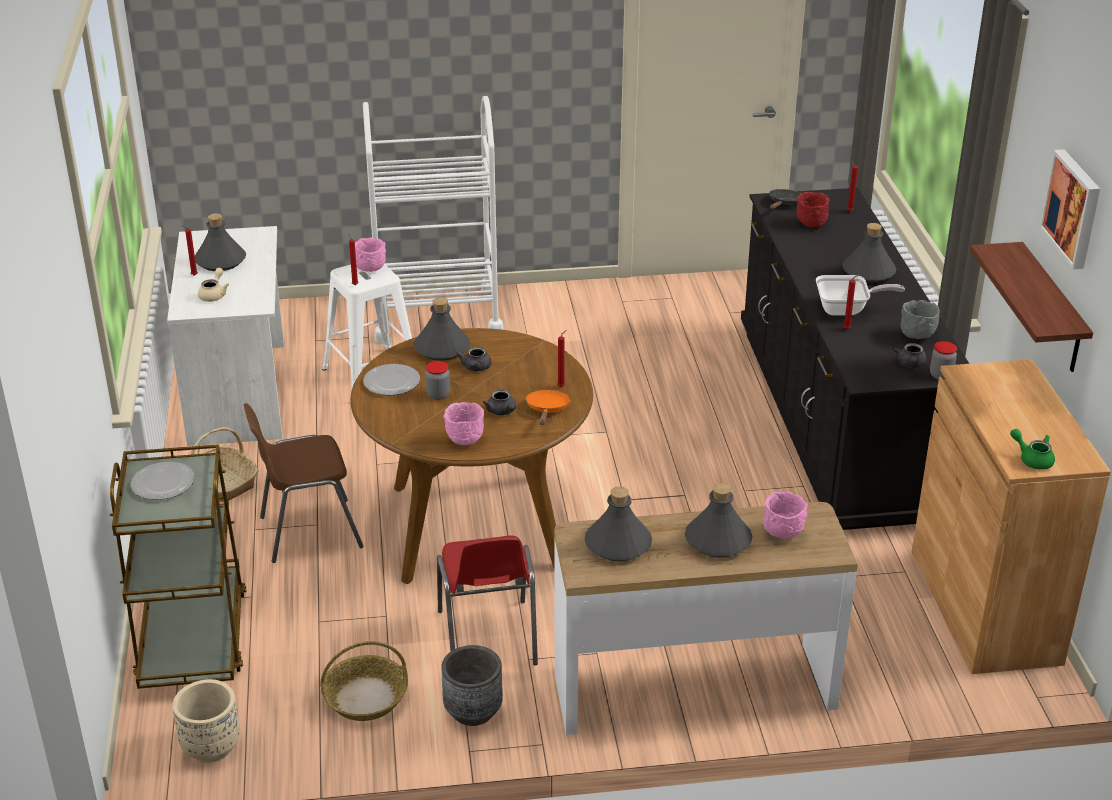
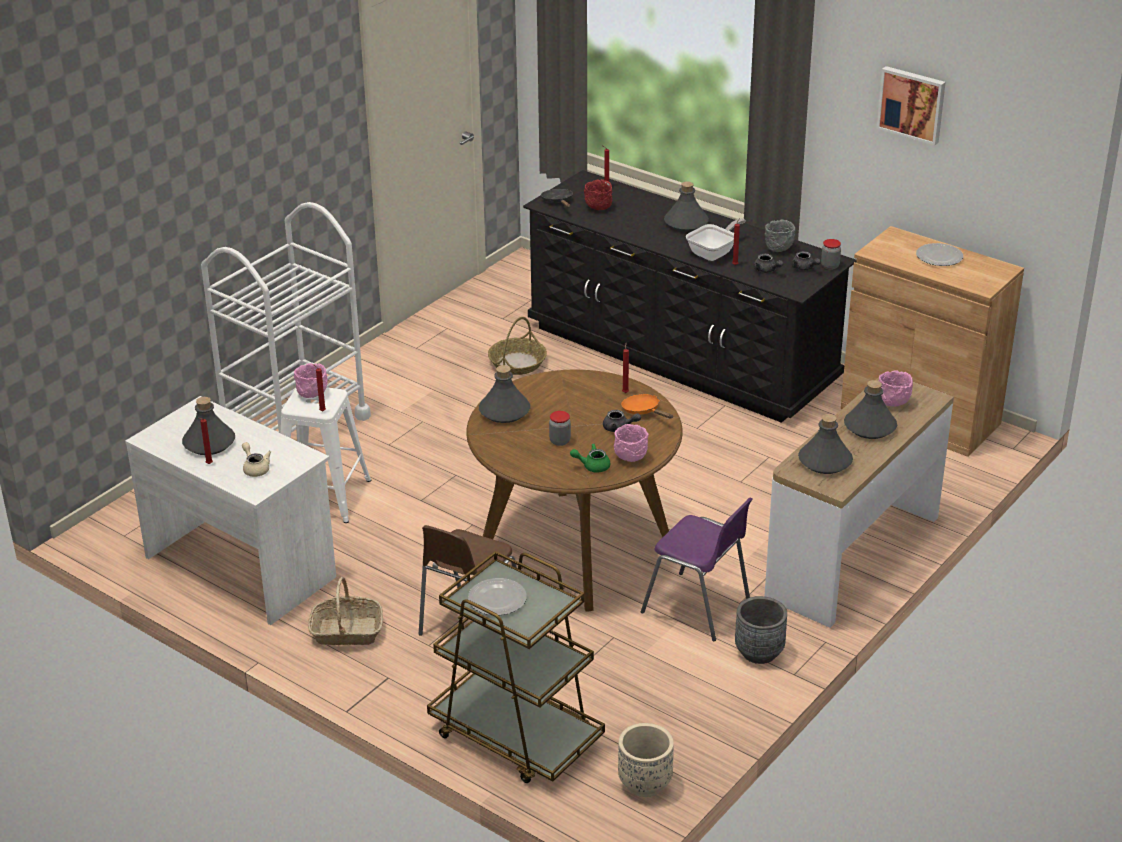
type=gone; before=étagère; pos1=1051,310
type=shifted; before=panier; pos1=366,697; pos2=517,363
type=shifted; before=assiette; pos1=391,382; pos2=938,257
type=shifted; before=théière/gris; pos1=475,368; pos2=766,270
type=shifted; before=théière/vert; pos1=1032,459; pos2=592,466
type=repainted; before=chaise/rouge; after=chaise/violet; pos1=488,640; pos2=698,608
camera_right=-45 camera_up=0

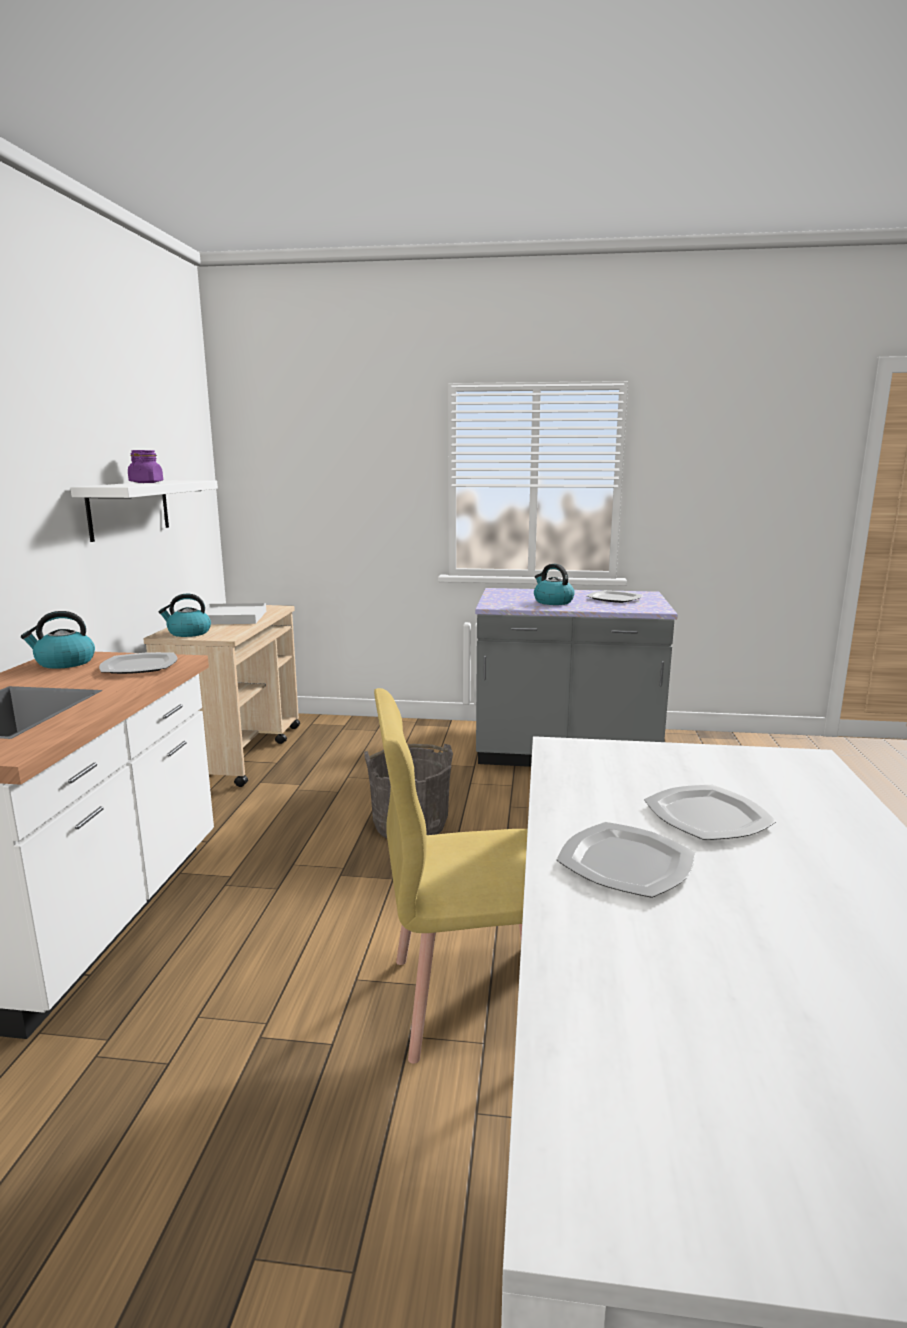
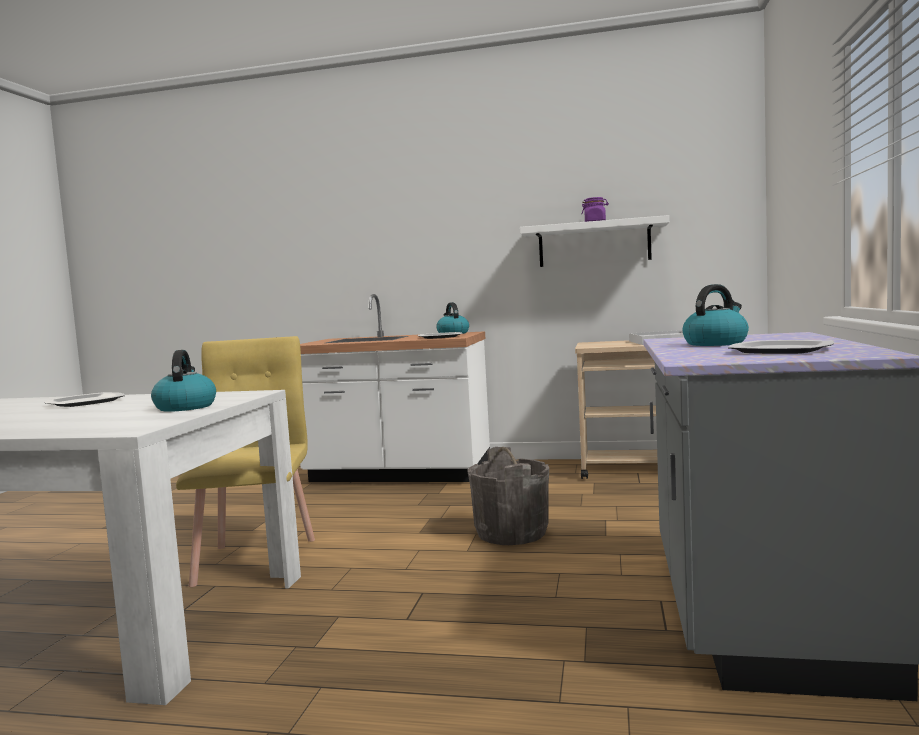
type=gone; before=assiette; pos1=706,816
type=shifted; before=bouilloire; pos1=188,633; pos2=185,407
camera_right=95 camera_up=-10

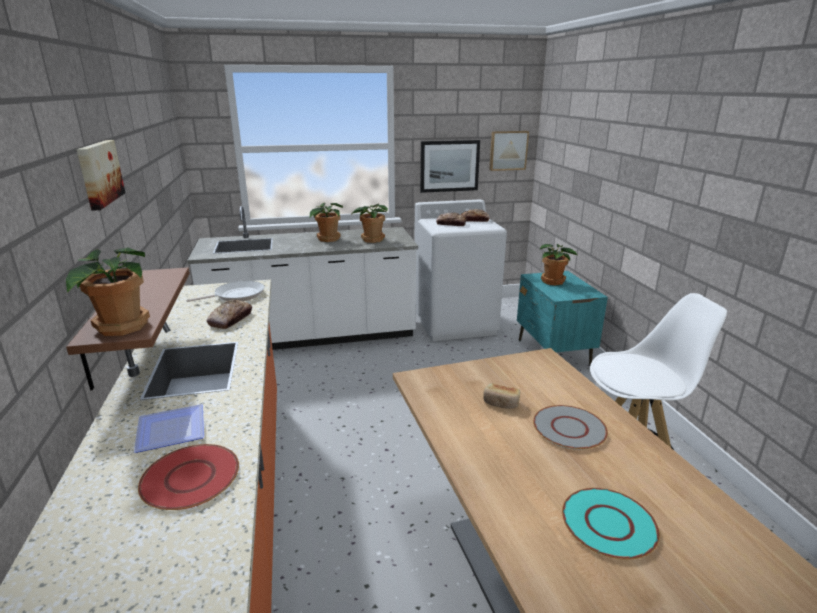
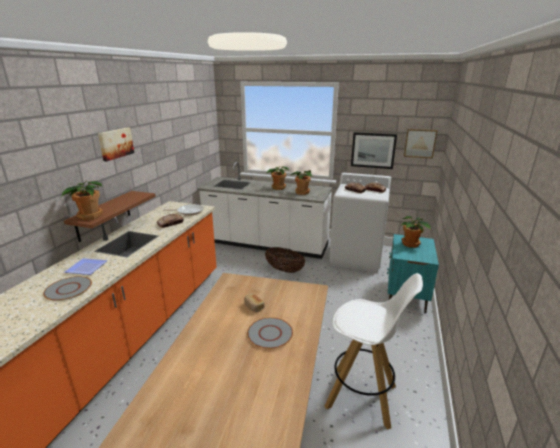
type=gone; before=assiette/turquoise; pos1=608,524
type=new; after=panier; pos2=284,270
type=repainted; before=assiette/rouge; after=assiette/gris; pos1=191,478; pos2=68,289
camera_right=30 camera_up=0

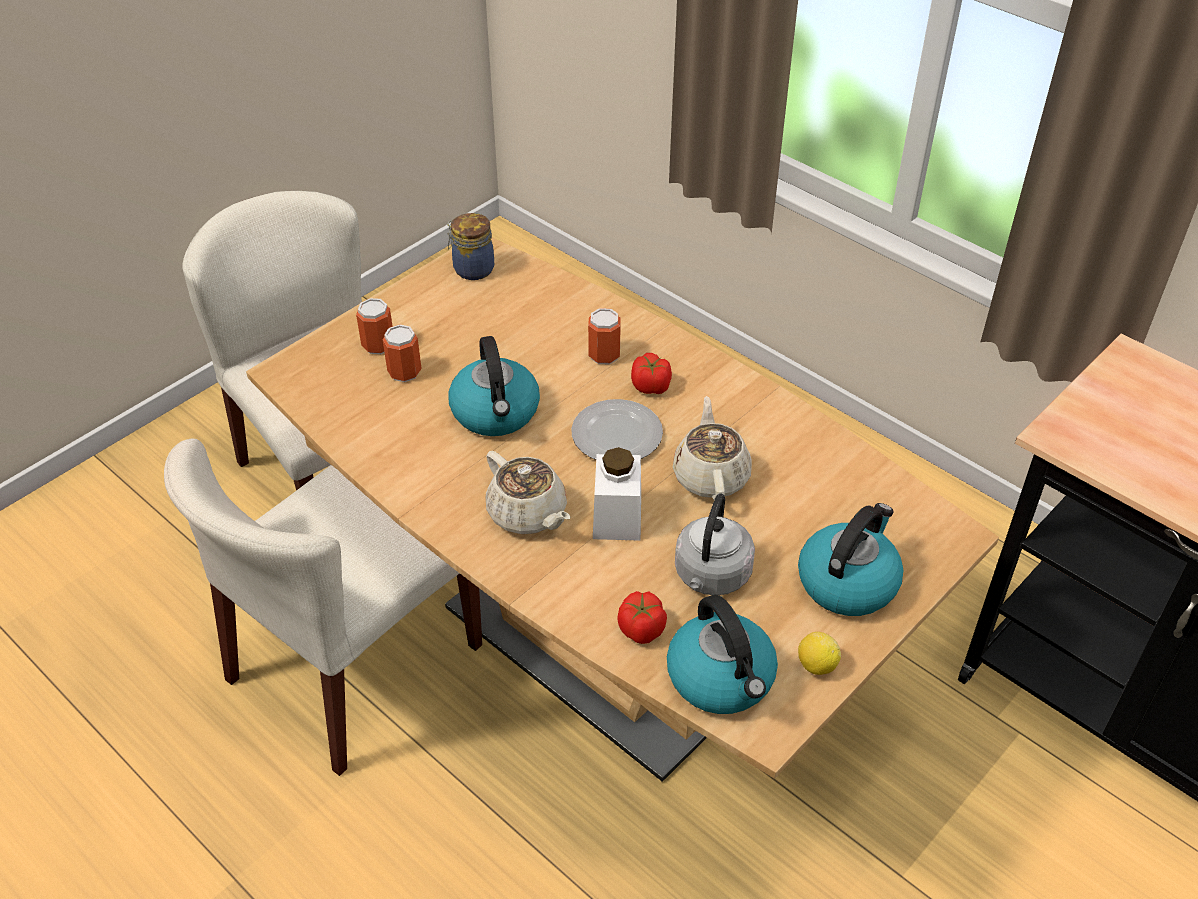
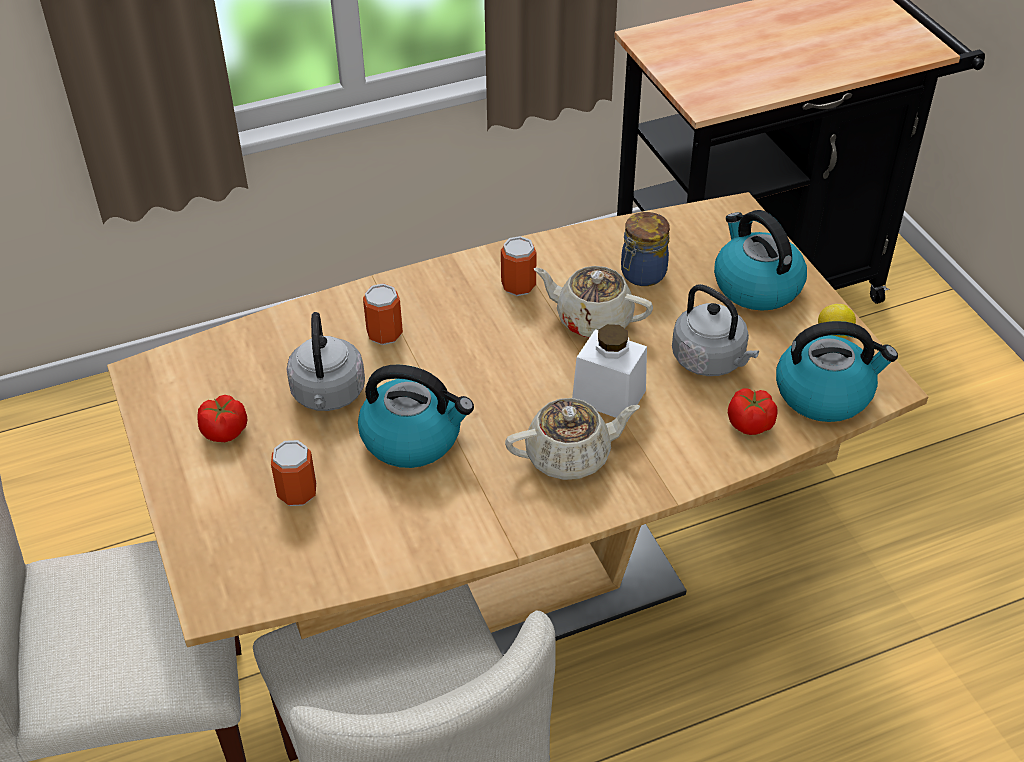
type=gone; before=assiette; pos1=616,436
type=new; after=bouilloire/gris; pos2=328,395
type=shifted; before=boîte métallique; pos1=378,345; pos2=518,286
type=shifted; before=bocal; pos1=472,269; pos2=641,274
type=shifted; before=tomate; pos1=651,386; pos2=225,431
camera_right=-65 camera_up=0

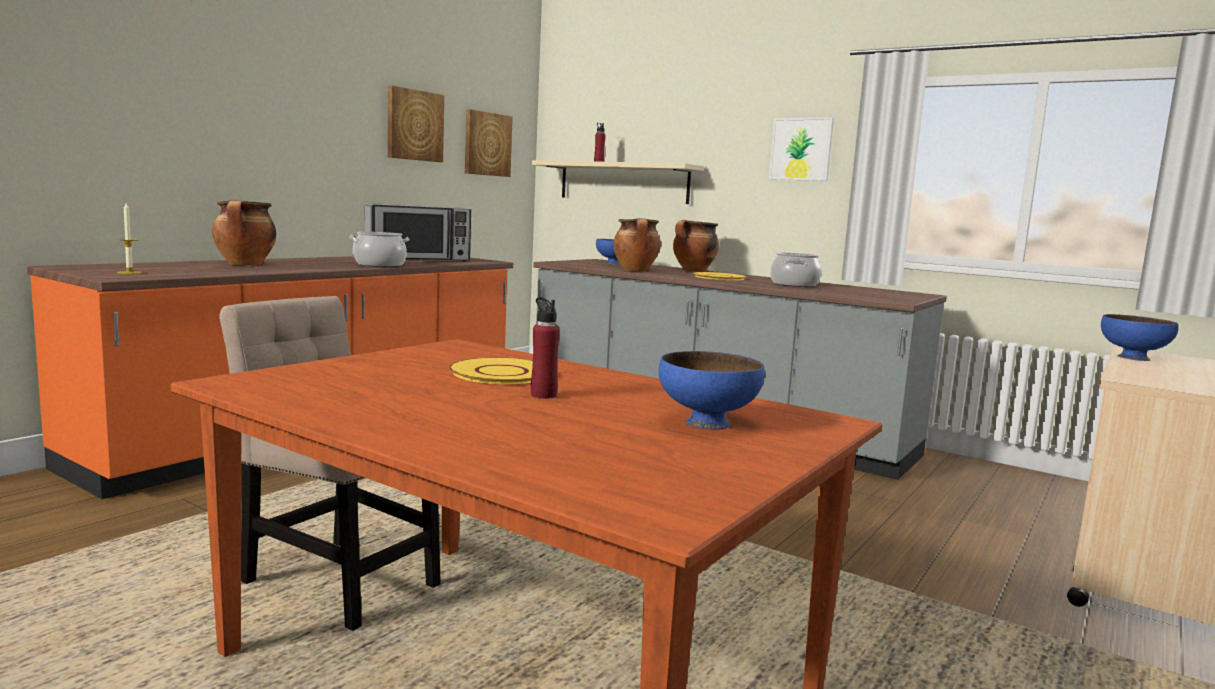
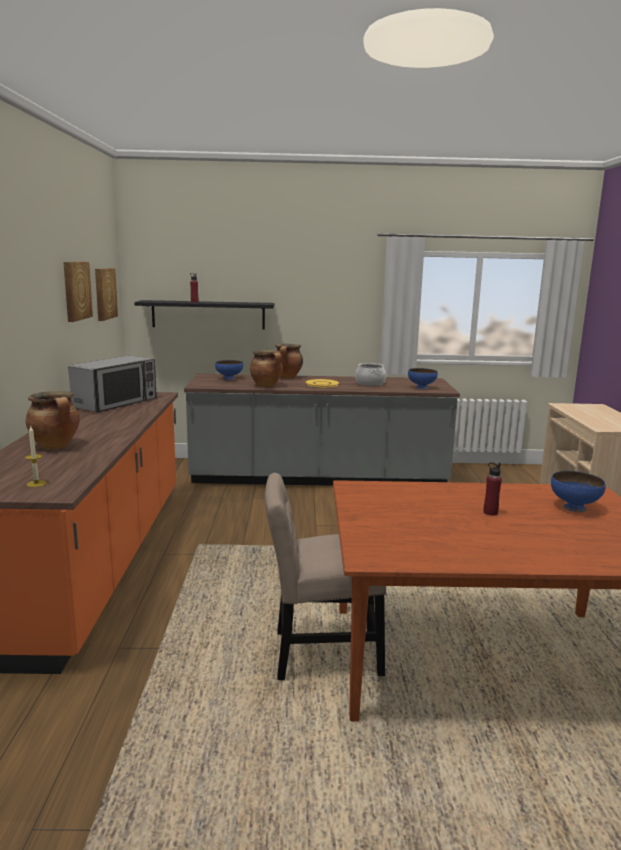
type=gone; before=marmite; pos1=379,265
type=gone; before=assiette/jaune; pos1=501,373
type=gone; before=tableau; pos1=801,149
type=shifted; before=bol/bleu; pos1=1132,358; pos2=421,388
type=repainted; before=étagère/beige; after=étagère/noir; pos1=623,182; pos2=208,314
camera_right=-35 camera_up=5

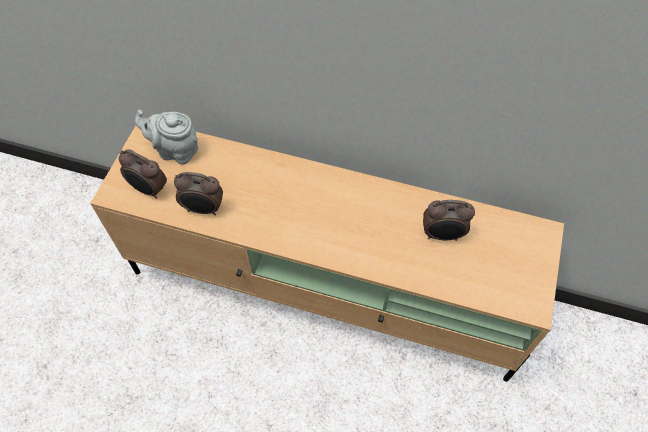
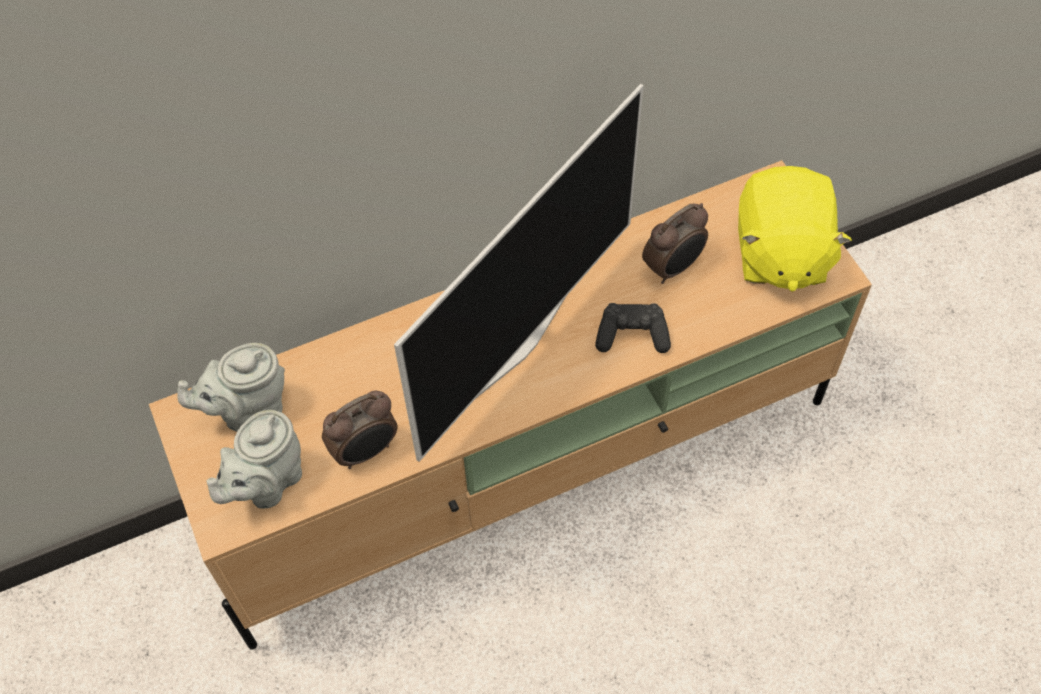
type=new; after=téléviseur; pos2=517,343
type=new; after=manette/noir; pos2=632,335
type=new; after=peluche/jaune; pos2=780,253
type=swapped; before=réveil; after=théière/gris; pos1=149,190; pos2=267,483
camera_right=-40 camera_up=0

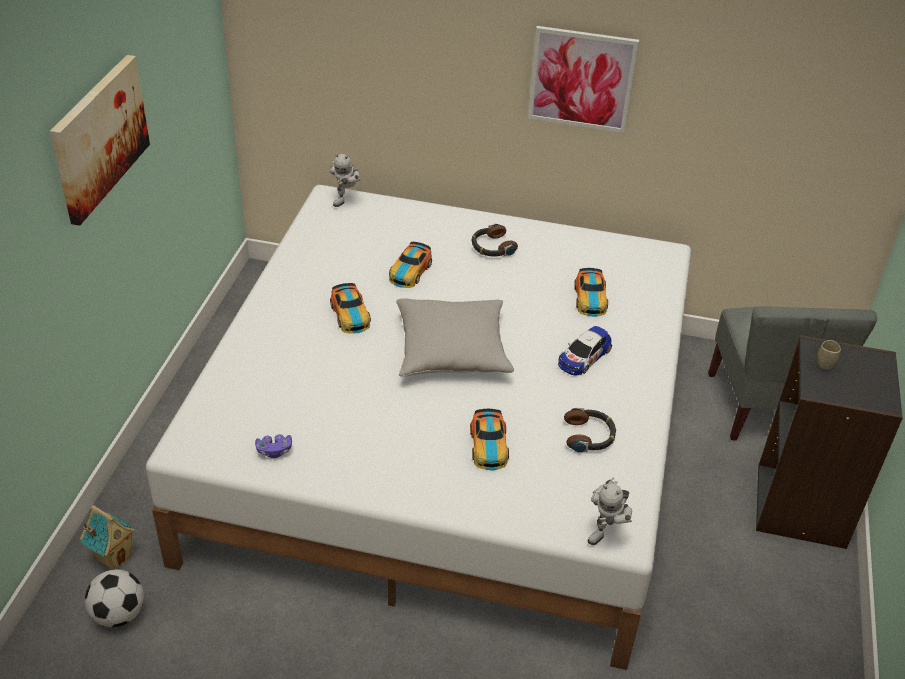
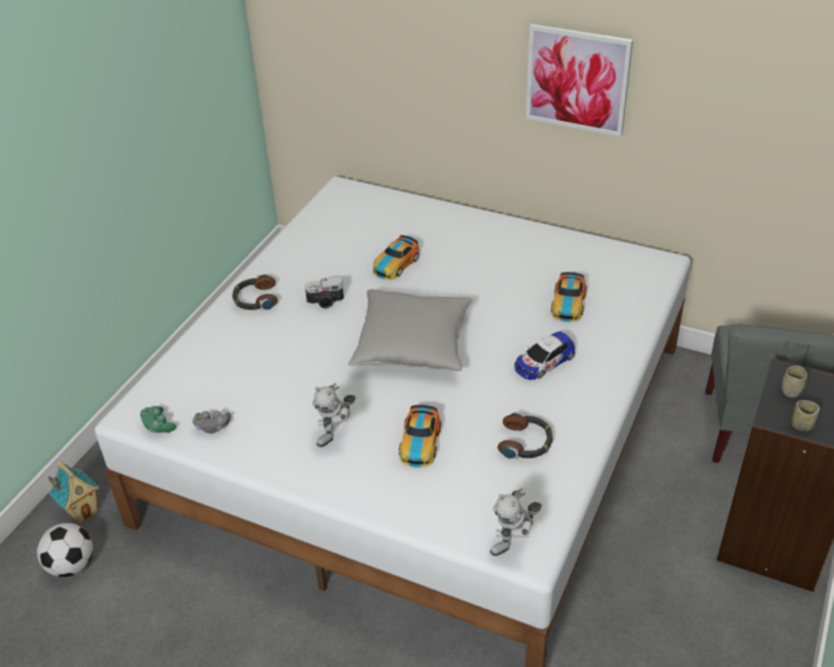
type=gone; before=tableau; pos1=99,137
type=new; after=manette/vert; pos2=158,426
type=new; after=tasse; pos2=802,425
type=shifted; before=robot jouet; pos1=347,199; pos2=337,435
type=shifted; before=casque audio; pos1=492,247; pos2=255,299
type=swapped; before=petite voiture; after=appareil photo; pos1=350,315; pos2=325,302
type=repainted; before=manette/violet; after=manette/gris; pos1=274,451; pos2=212,426
camera_right=15 camera_up=0

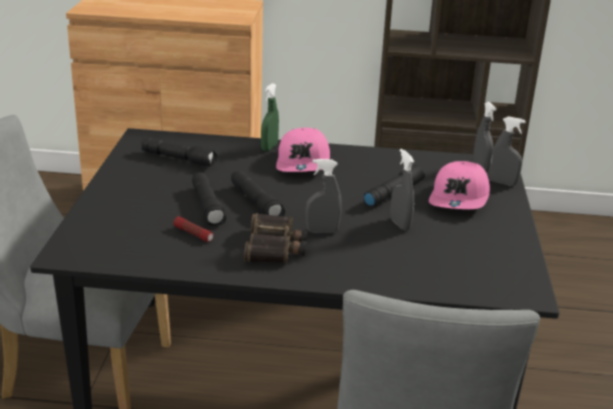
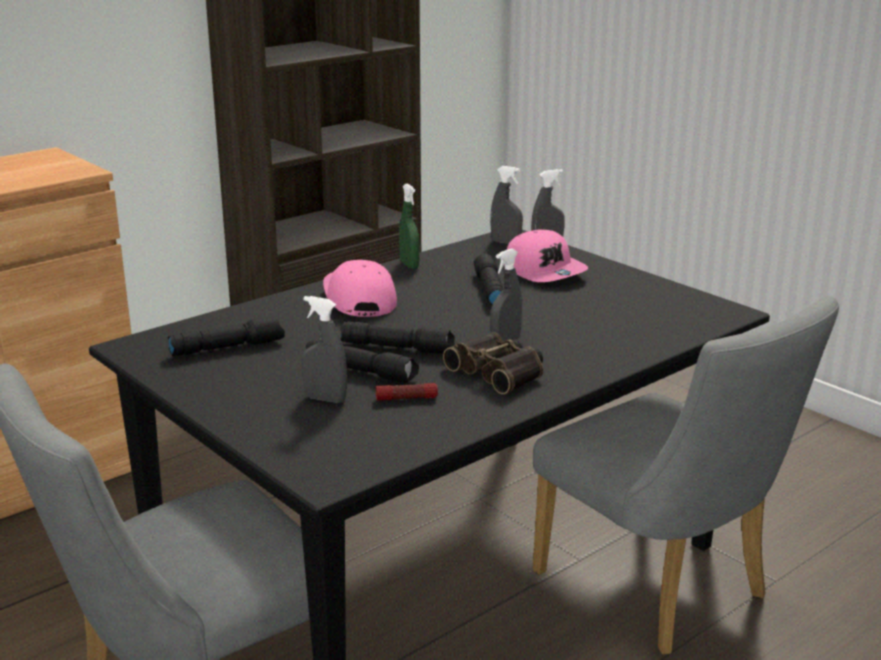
type=shifted; before=vaporisateur/vert; pos1=269,147; pos2=409,265
type=shifted; before=vaporisateur/gris; pos1=400,224; pos2=325,399
type=rotated; before=casquette/rose; pos1=304,162; pos2=358,299; turn=-150
camera_right=-45 camera_up=-5

